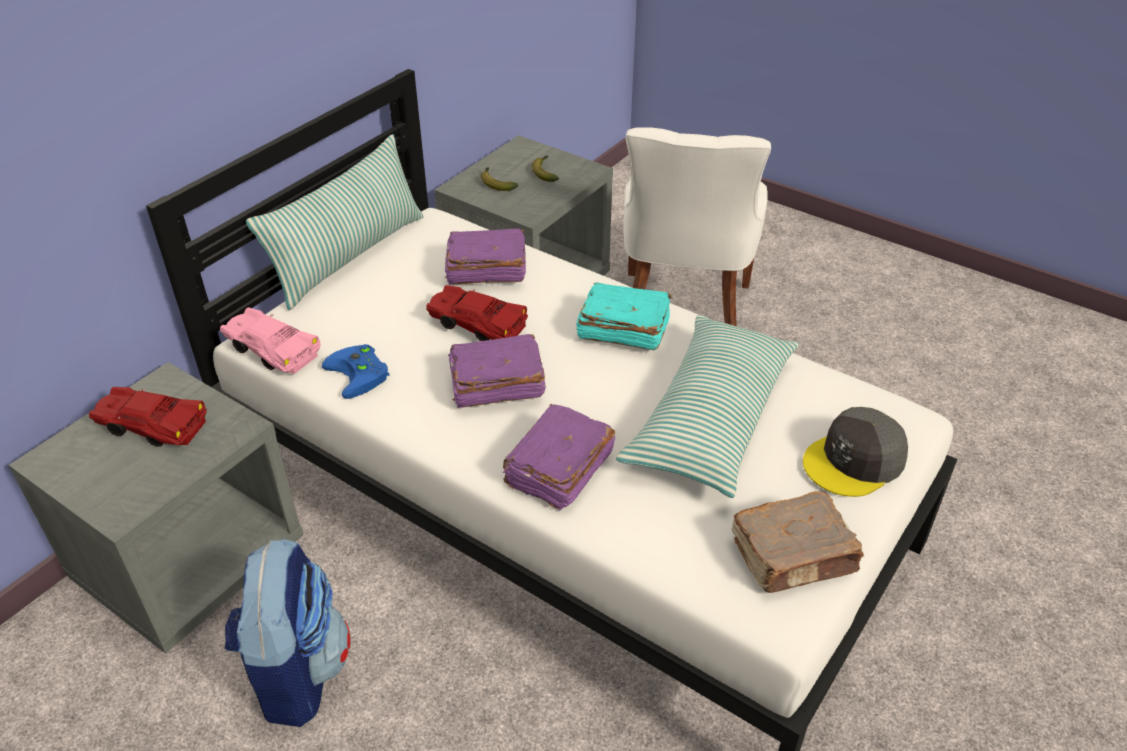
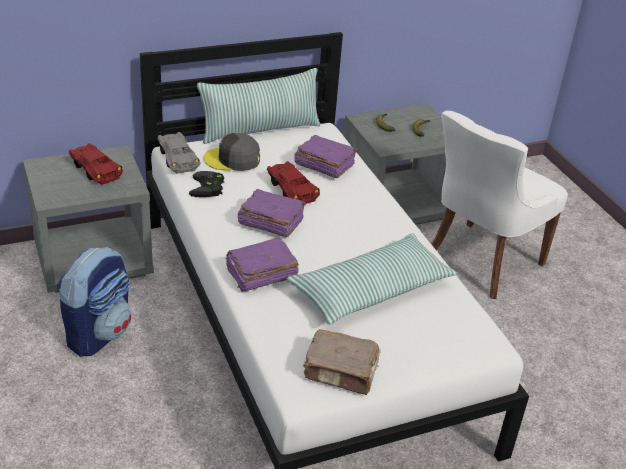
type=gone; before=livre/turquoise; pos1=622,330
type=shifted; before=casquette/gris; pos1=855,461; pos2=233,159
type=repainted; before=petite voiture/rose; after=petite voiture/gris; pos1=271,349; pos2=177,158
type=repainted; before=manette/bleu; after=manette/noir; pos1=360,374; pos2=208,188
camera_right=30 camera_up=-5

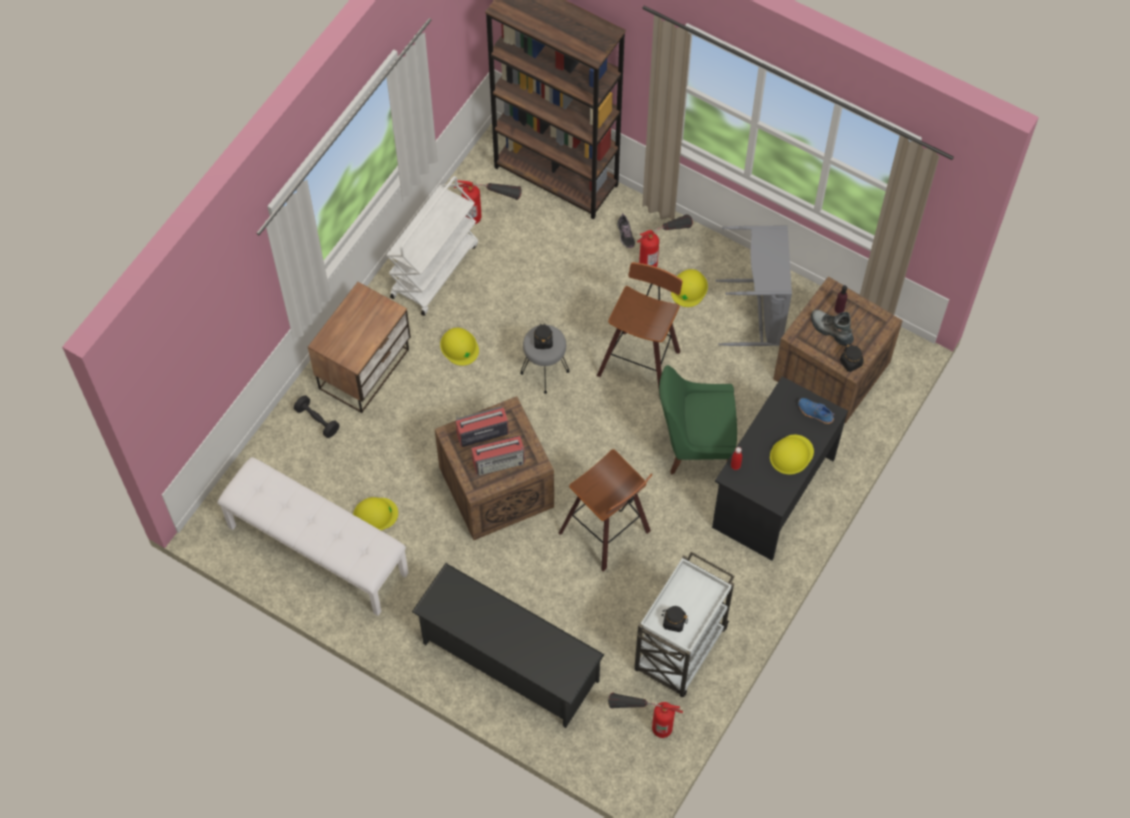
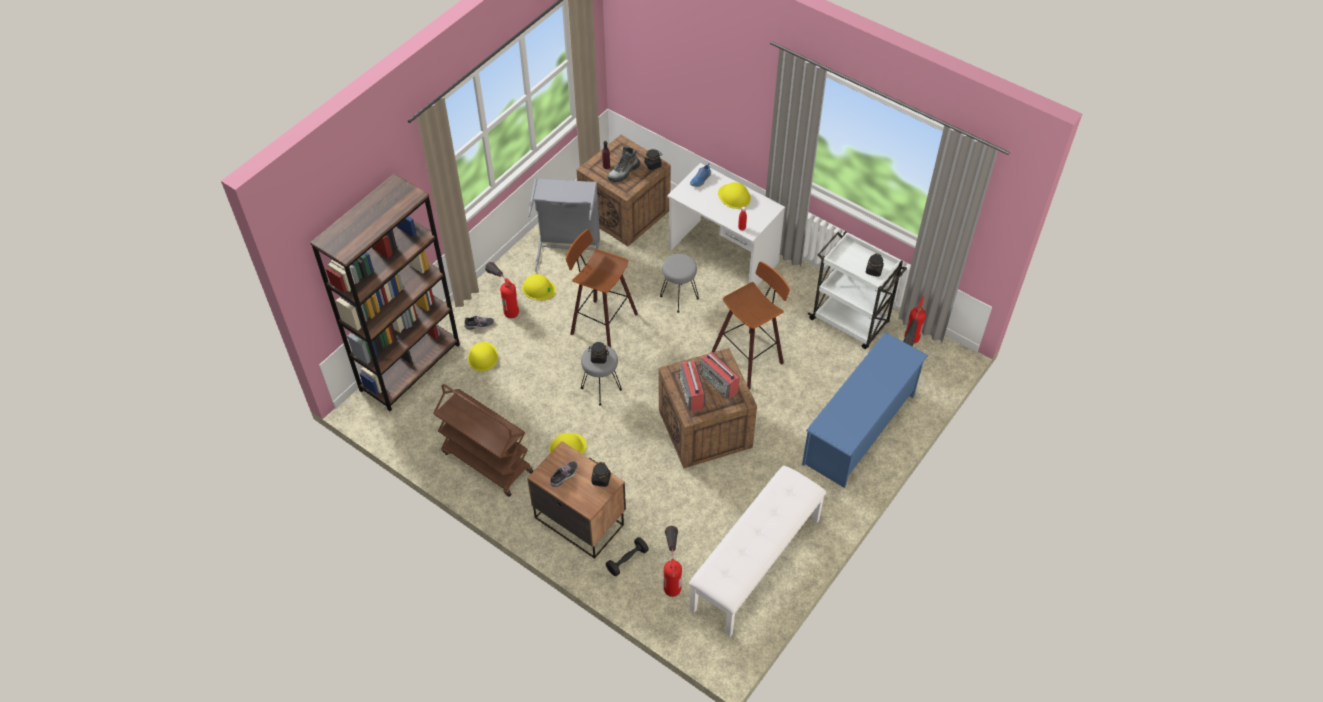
type=new; after=chaussure; pos2=564,475
type=new; after=bocal/noir; pos2=601,479
type=shifted; before=casque de chantier/jaune; pos1=375,514; pos2=482,357
type=shifted; before=extincteur; pos1=489,215; pos2=672,574
type=swapped; before=chaise/vert; after=tabouret/gris; pos1=695,444; pos2=678,297
type=repainted; before=chariot/blanc; after=chariot/marron; pos1=434,270; pos2=486,462
type=repainted; before=étagère à chaussures/noir; after=étagère à chaussures/bleu; pos1=509,661; pos2=859,429
type=repainted; before=bureau/noir; after=bureau/blanc; pos1=772,492; pos2=722,256
type=rotated; before=radio; pos1=499,461; pos2=719,383; turn=150
camera_right=-85 camera_up=-10

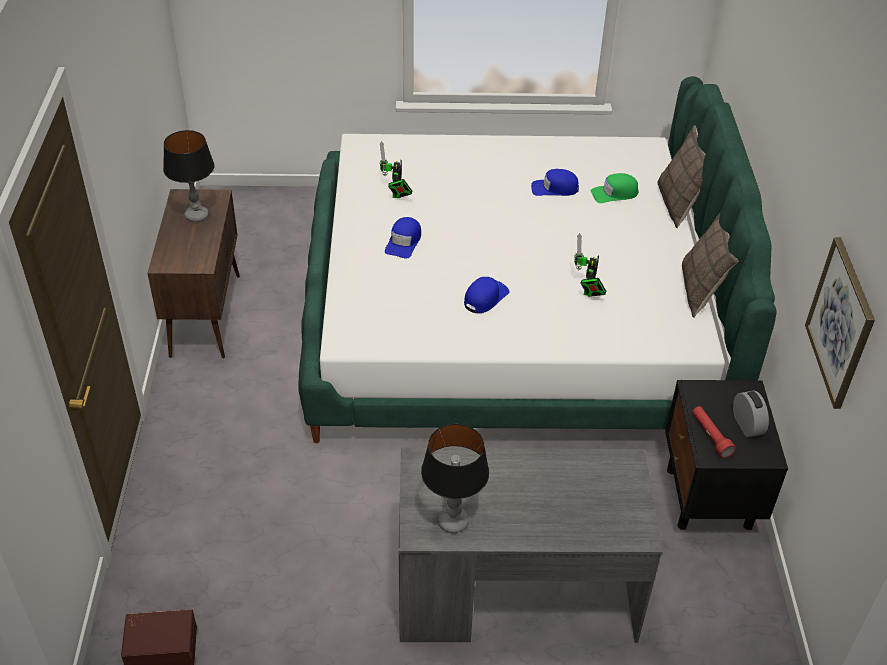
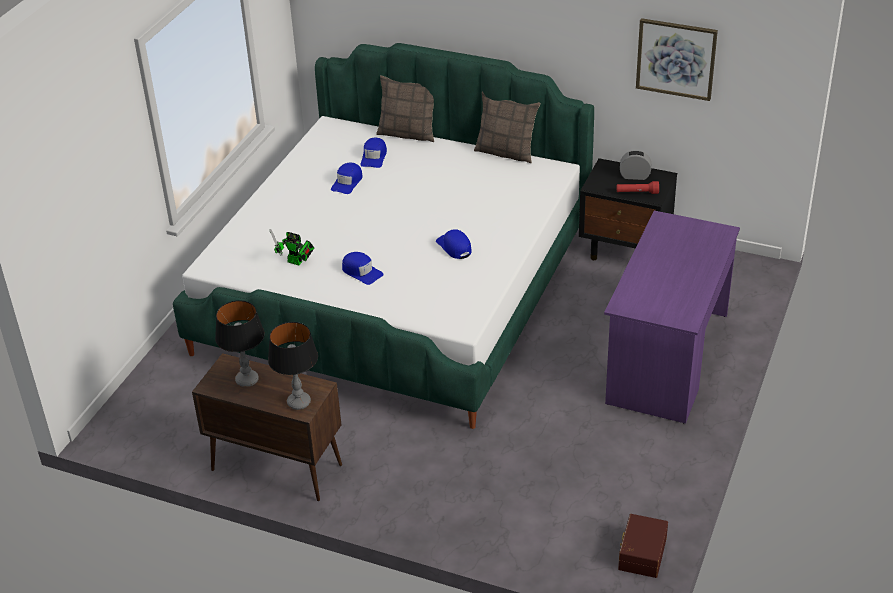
type=gone; before=robot jouet; pos1=588,292
type=shifted; before=lampe de table; pos1=453,522; pos2=299,402
type=repainted; before=bureau/gris; after=bureau/violet; pos1=515,595; pos2=667,358
type=repainted; before=casquette/vert; after=casquette/bleu; pos1=614,193; pos2=374,157
camera_right=-65 camera_up=-5

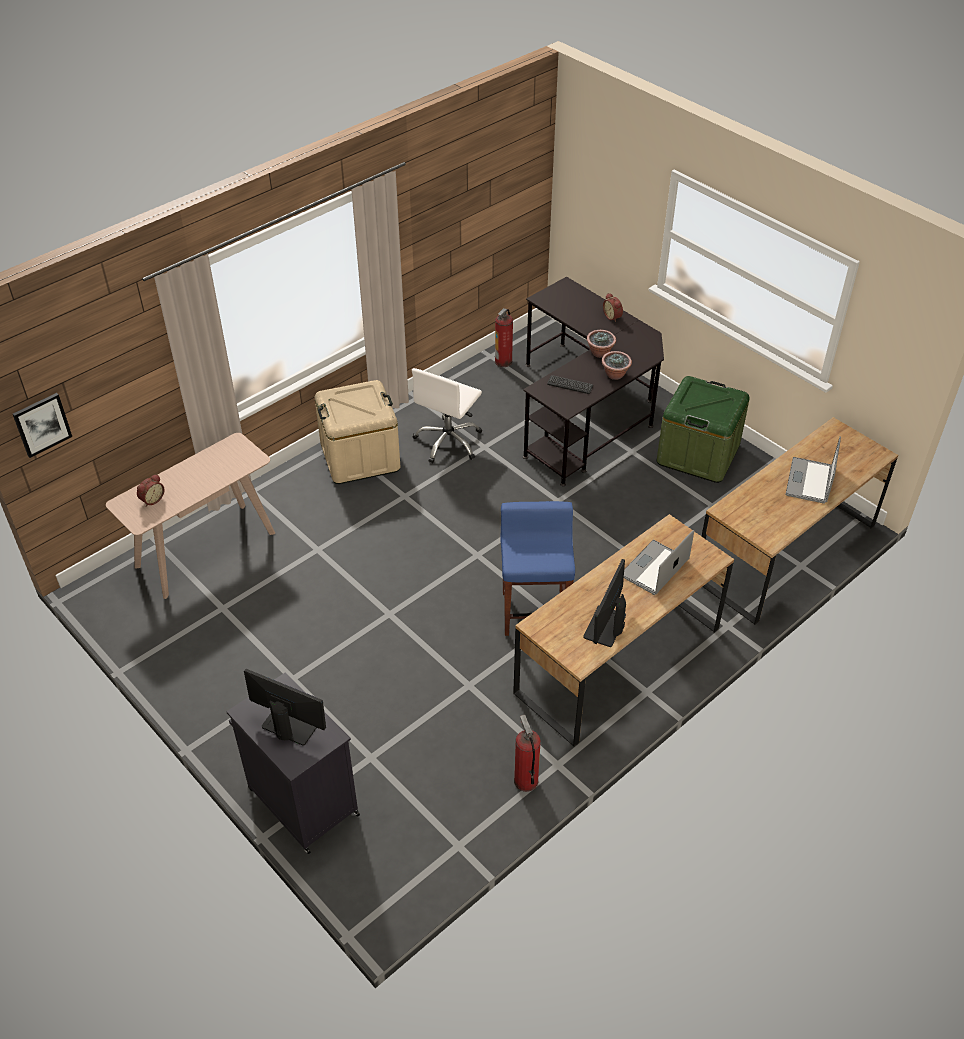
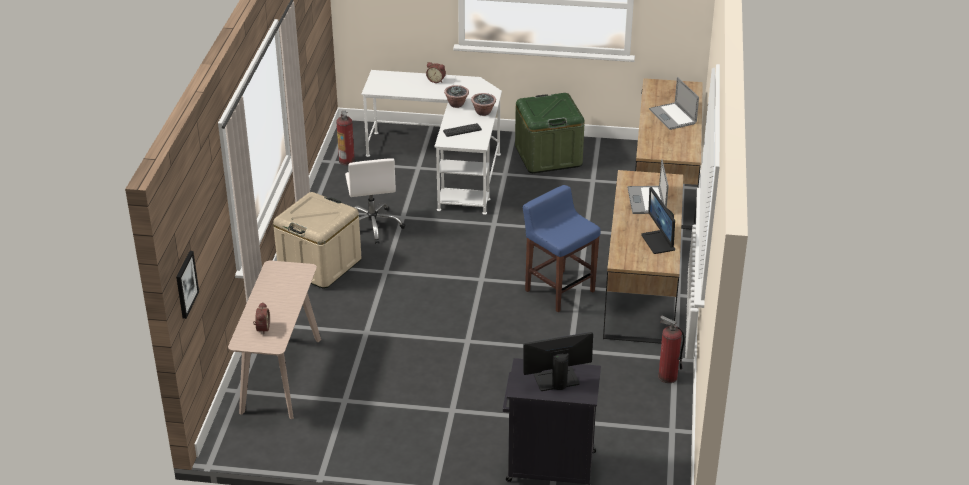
type=repainted; before=bureau/noir; after=bureau/blanc; pos1=587,411; pos2=445,164
camera_right=-40 camera_up=-10

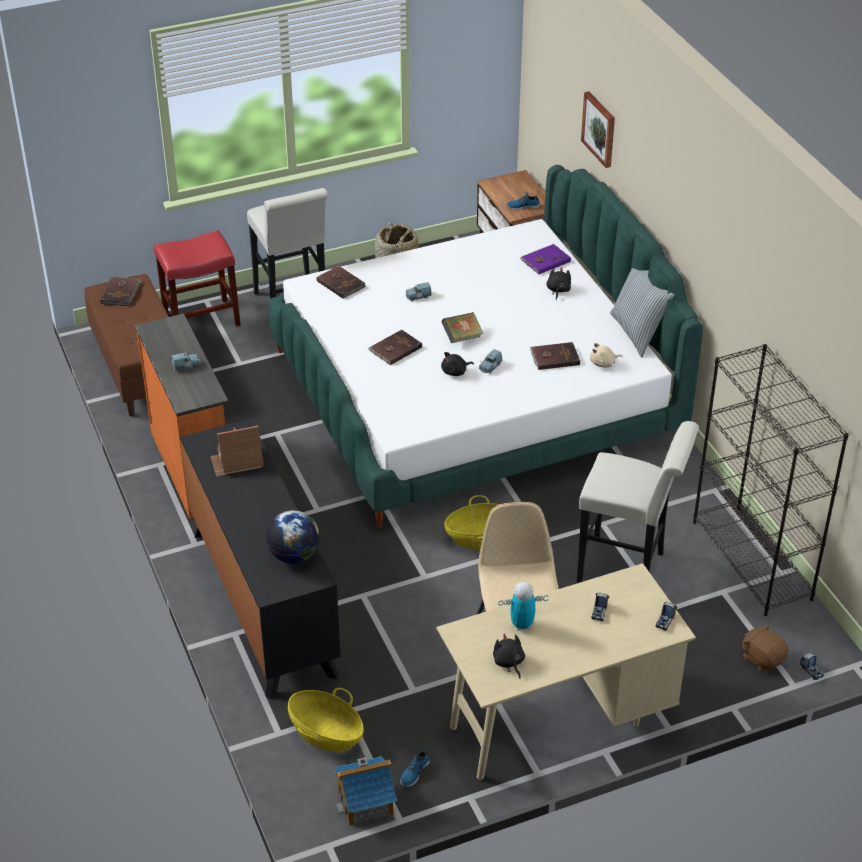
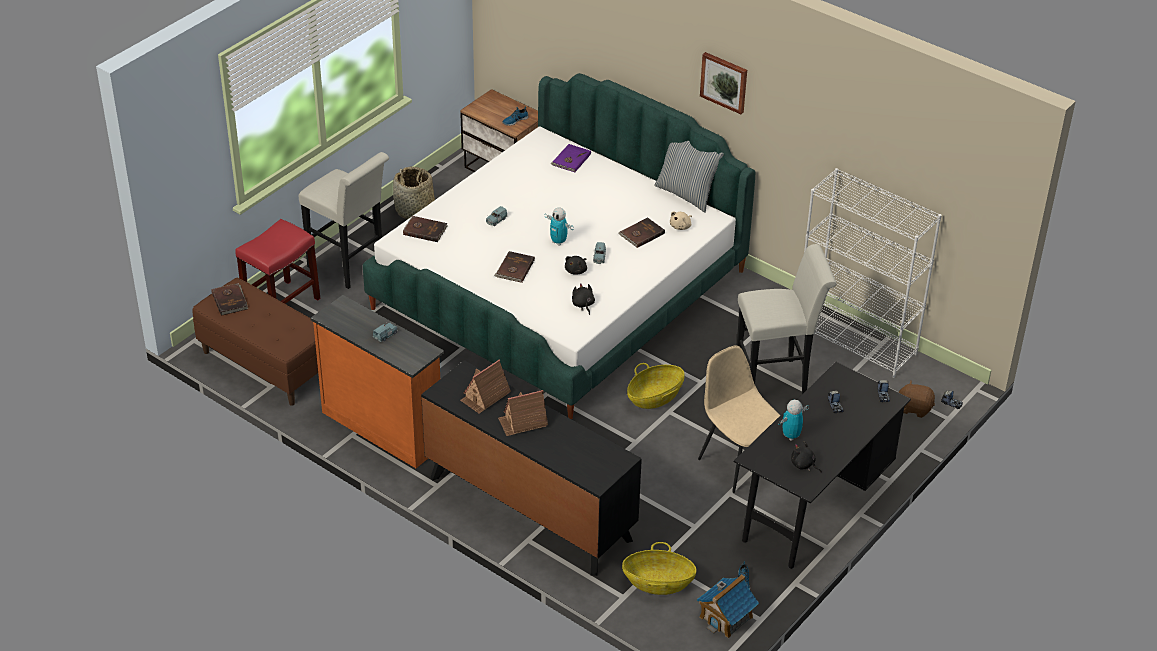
type=gone; before=globe; pos1=294,555
type=new; after=maison miniature; pos2=523,422
type=shifted; before=peluche/noir; pos1=558,290; pos2=583,305
type=shifted; before=tableau; pos1=599,129; pos2=724,82
type=swapped; before=livre; after=robot jouet; pos1=462,337; pos2=558,242
type=repainted; before=bureau/beige; after=bureau/noir; pos1=559,721; pos2=813,506
type=repainted; before=bibliothèque/noir; after=bibliothèque/blanc; pos1=752,560; pos2=856,341
camera_right=-30 camera_up=0

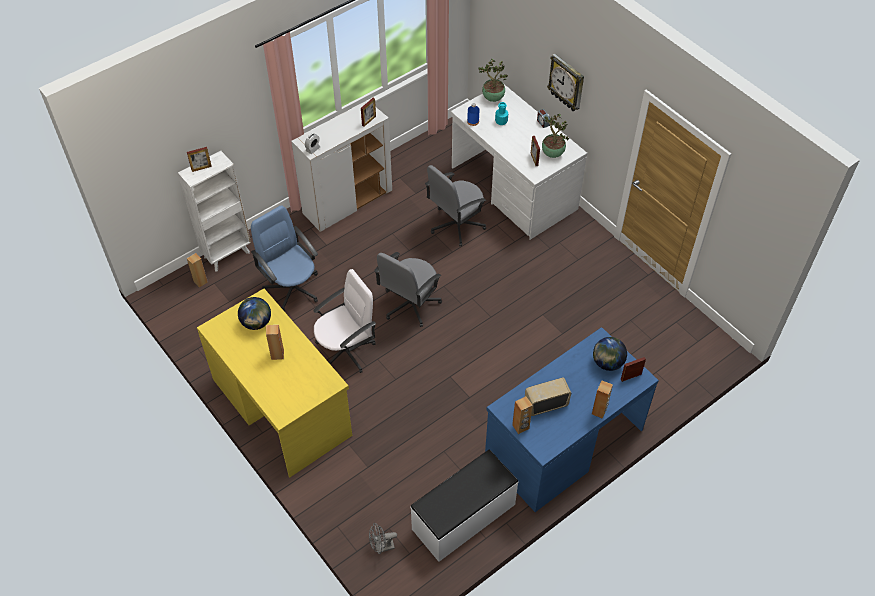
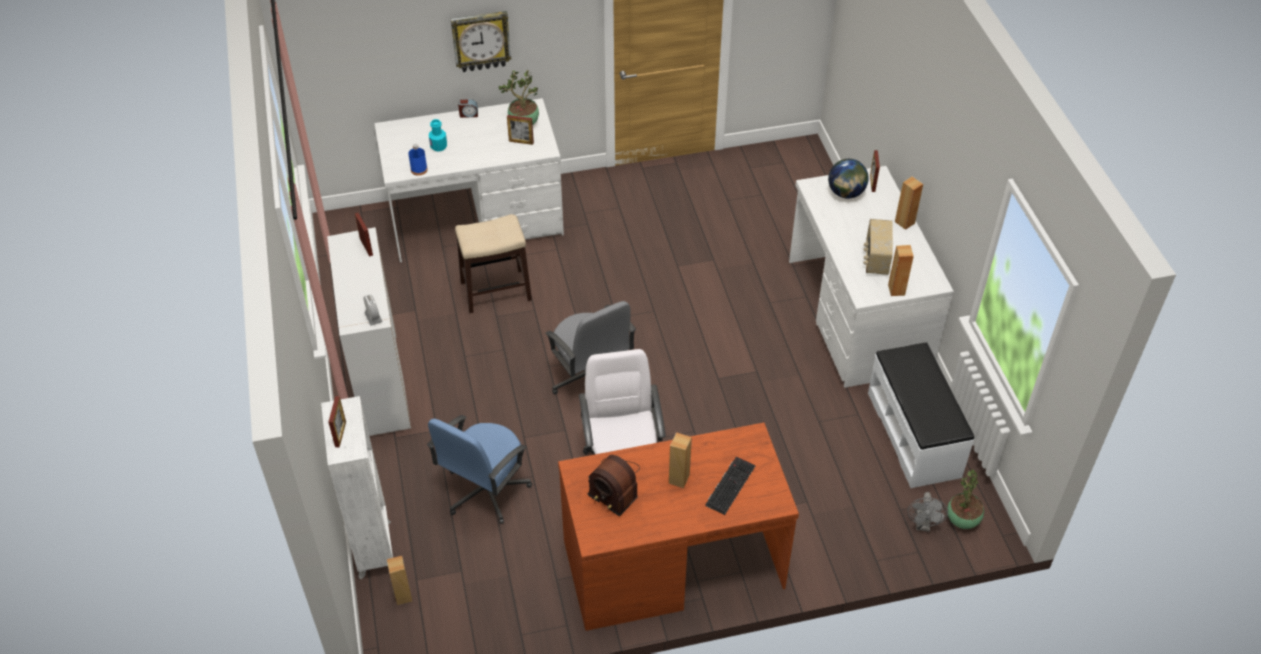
type=new; after=clavier; pos2=730,484
type=shifted; before=plante en pot; pos1=492,98; pos2=962,521
type=swapped; before=globe; after=radio; pos1=256,323; pos2=613,486
type=swapped; before=chaise de bureau/gris; after=tabouret; pos1=456,225; pos2=495,291
type=repainted; before=bureau/jaune; after=bureau/marron; pos1=282,406; pos2=672,563
type=repainted; before=bureau/bleu; after=bureau/blanc; pos1=563,443; pos2=857,315
type=rotated; before=chaise de bureau/bleu; pos1=292,288; pos2=485,491; turn=-45
camera_right=-65 camera_up=-5

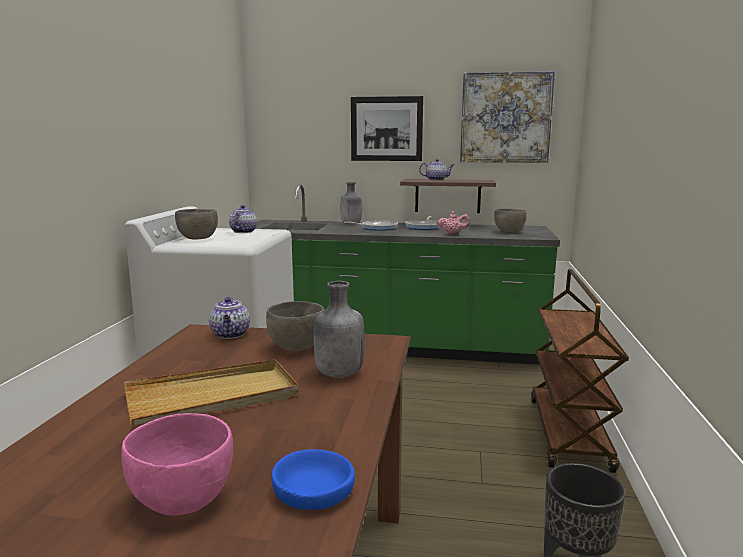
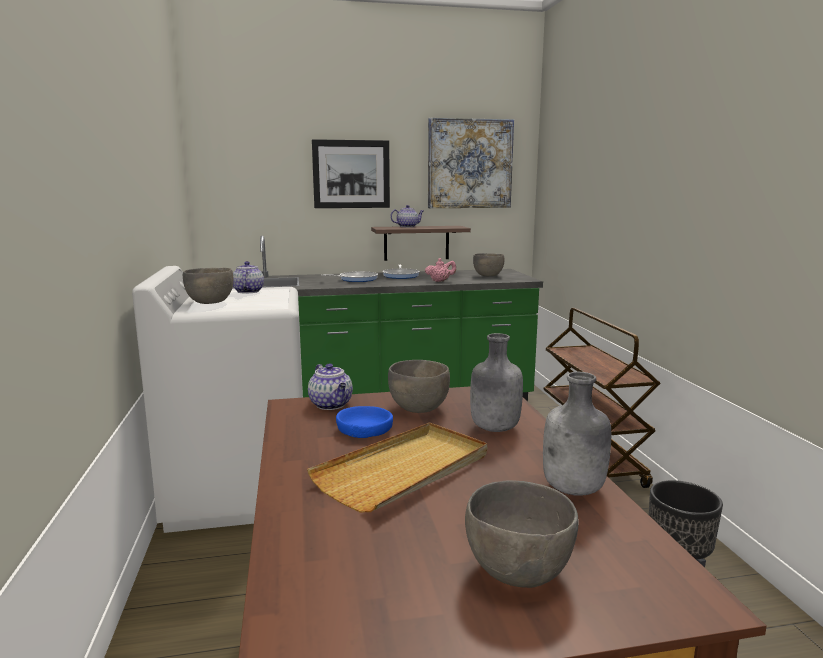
type=shifted; before=bol/bleu; pos1=313,490; pos2=364,429
type=shifted; before=bouteille/gris; pos1=351,223; pos2=574,489
type=repainted; before=bol/rose; after=bol/gris; pos1=182,500; pos2=517,572
camera_right=-20 camera_up=0

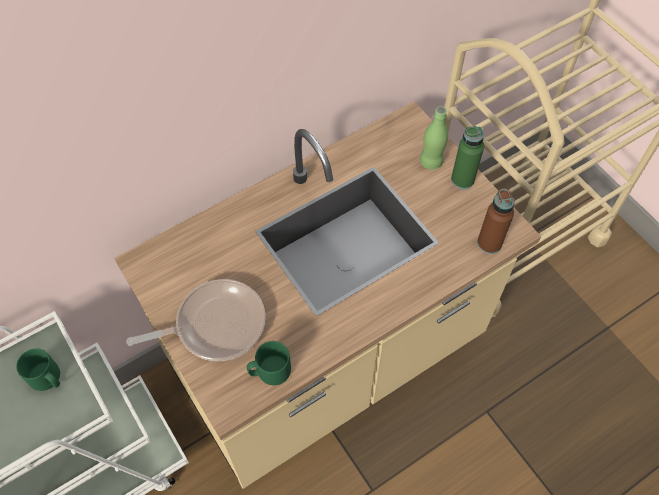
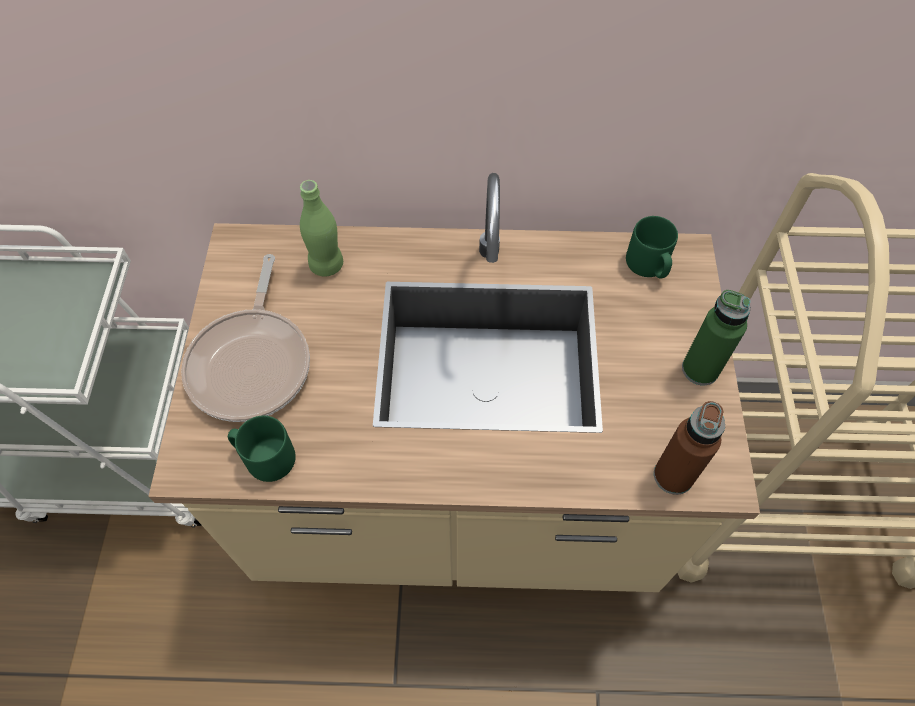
type=shifted; before=mug/vert; pos1=47,378; pos2=648,266
type=shifted; before=bouteille/vert; pos1=431,162; pos2=326,265
type=rotated; before=poêle; pos1=215,325; pos2=252,363; turn=75
camera_right=35 camera_up=0

